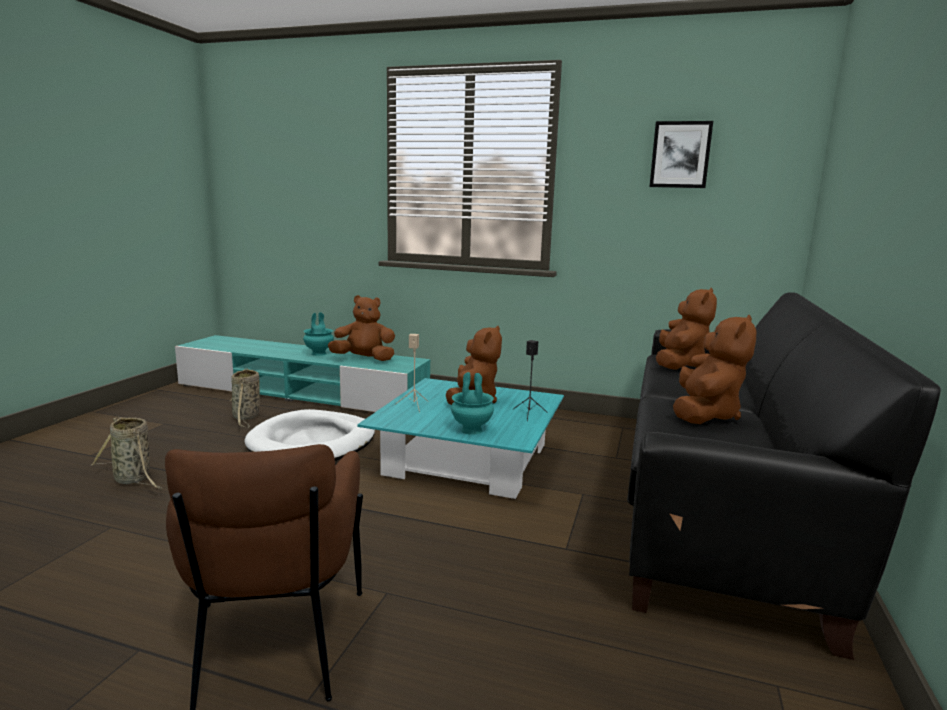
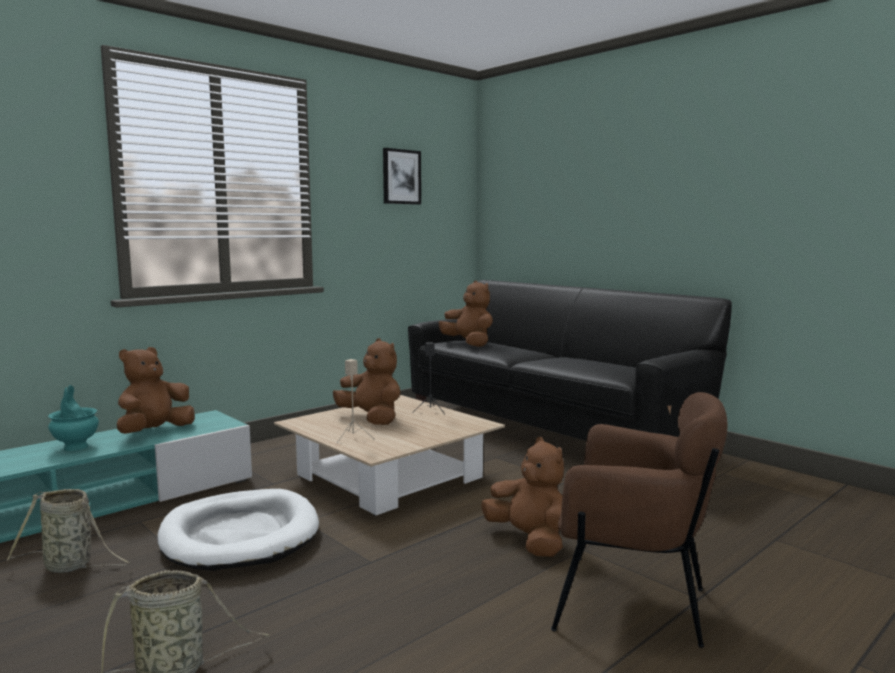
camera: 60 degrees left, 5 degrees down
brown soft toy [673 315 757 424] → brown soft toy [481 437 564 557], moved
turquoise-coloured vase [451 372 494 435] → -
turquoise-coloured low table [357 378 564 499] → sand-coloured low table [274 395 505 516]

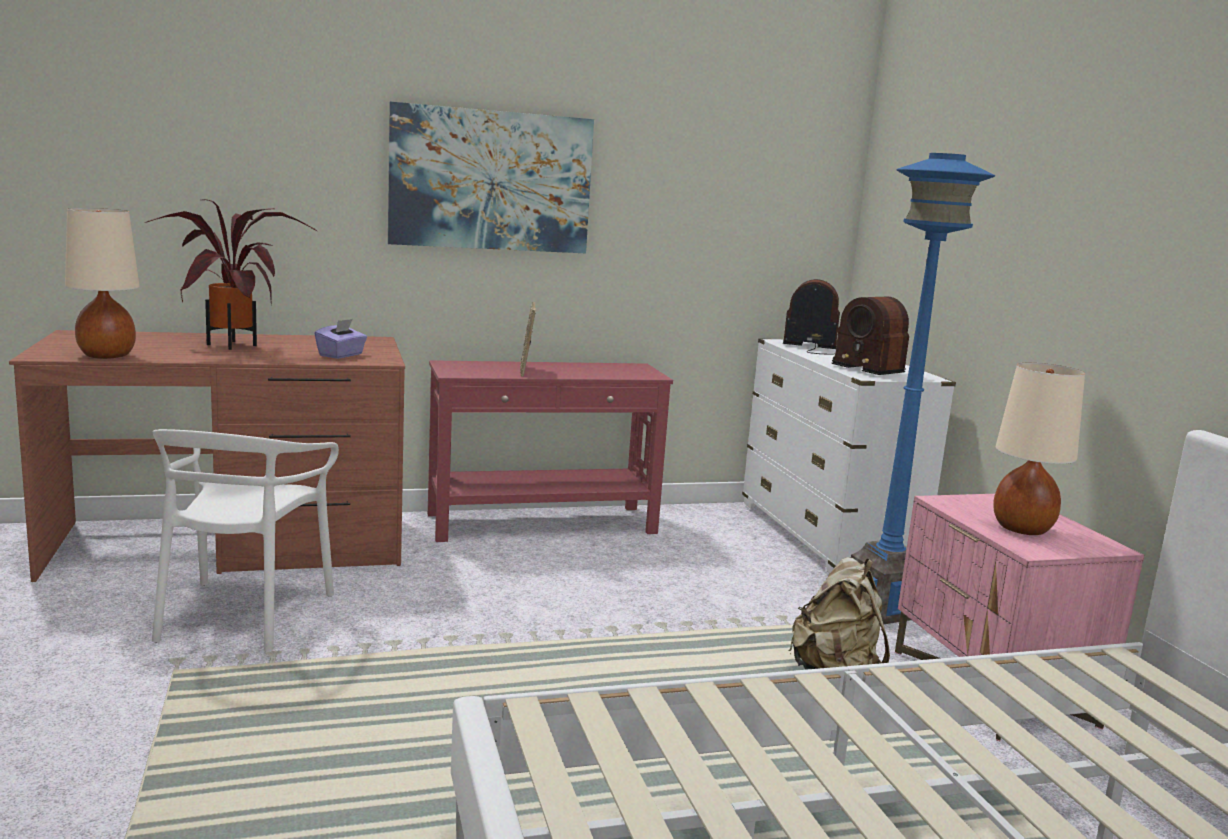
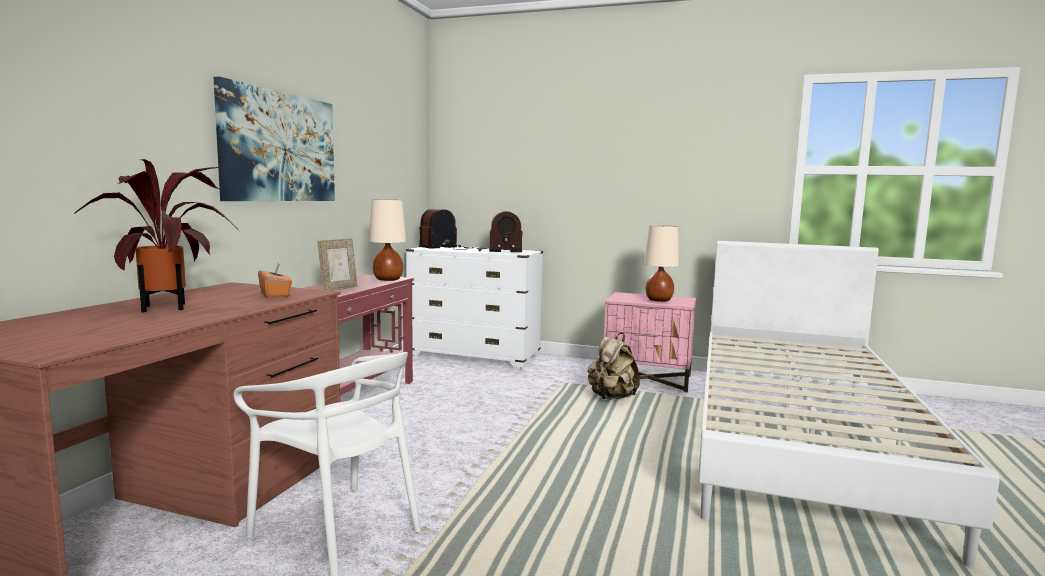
camera: 55 degrees left, 5 degrees down
blue-coloured floor lamp [851 153 995 624] → -
sand-coloured lamp for a table [65 208 140 359] → sand-coloured lamp for a table [369 199 406 281], moved
photo frame [520 302 536 377] → photo frame [317 239 358 291], 90 degrees counterclockwise
purplish tissue box [315 319 367 359] → orange-coloured tissue box [258 263 292 298]

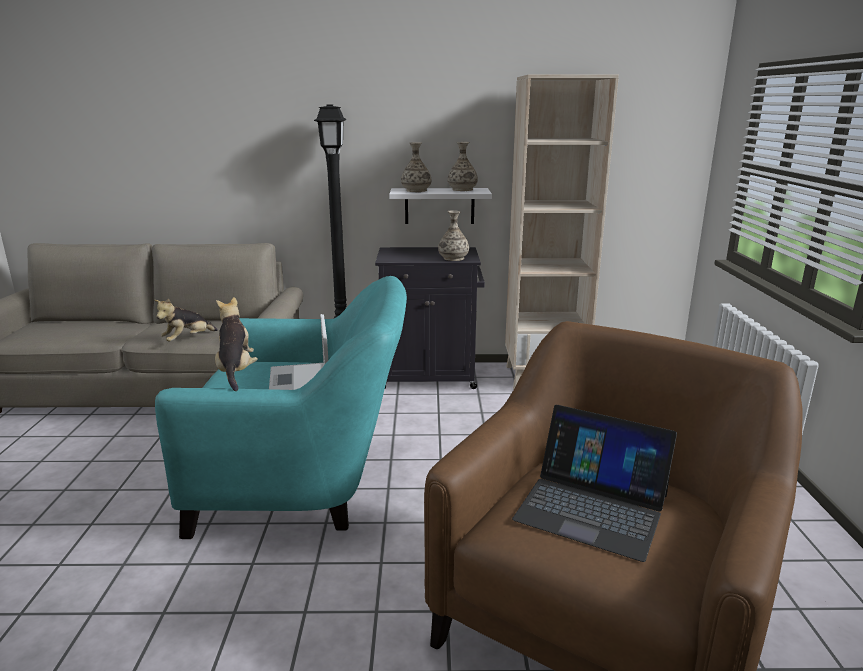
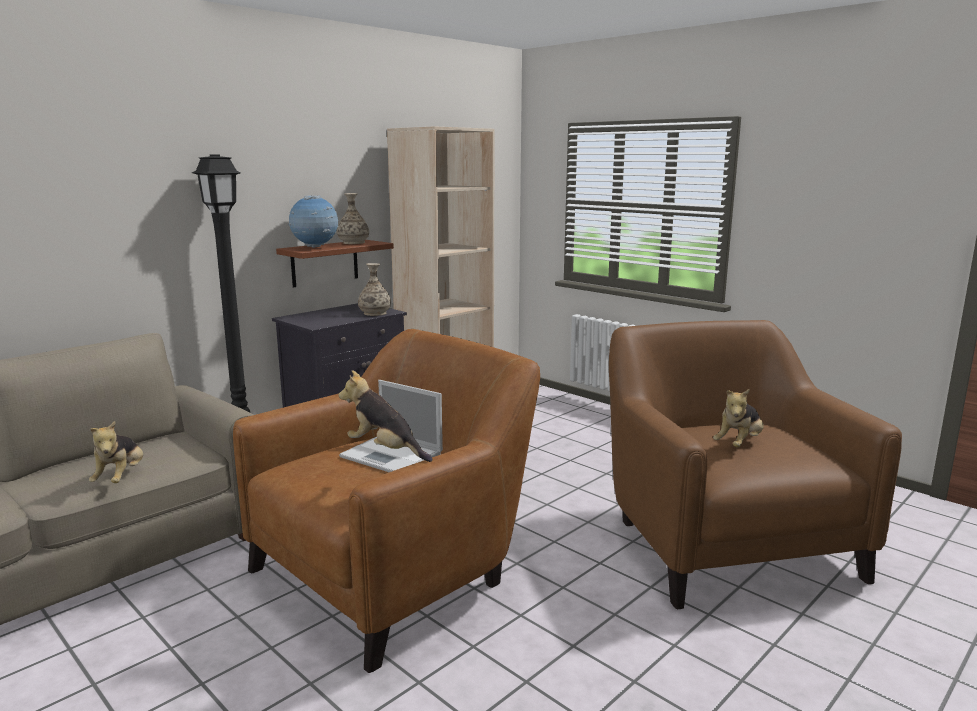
camera: 45 degrees left, 5 degrees down
vase [401 142 431 192] → world globe [288 195 338 248]
white-coloured wall shelf [389 188 492 224] → brown wall shelf [276 240 394 288]
turquoise-coloured easy chair [155 276 407 539] → brown easy chair [233 329 540 673]
laptop [512 405 677 562] → soft toy [713 389 764 447]

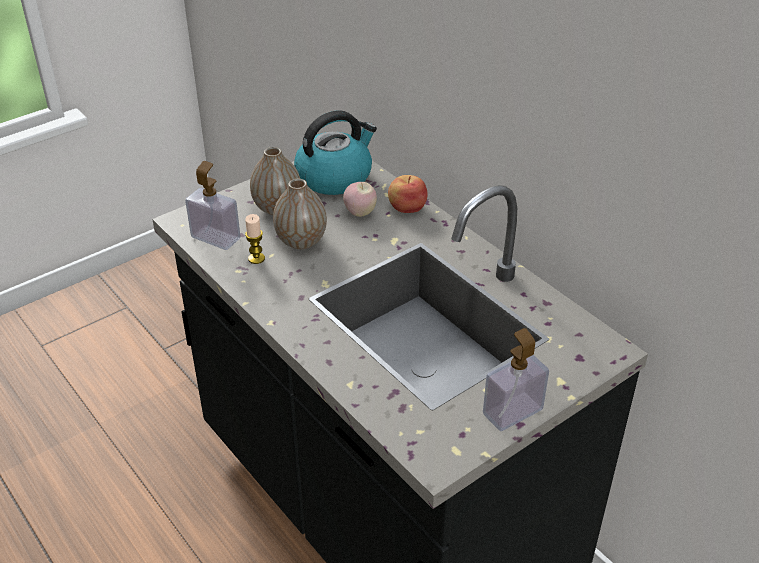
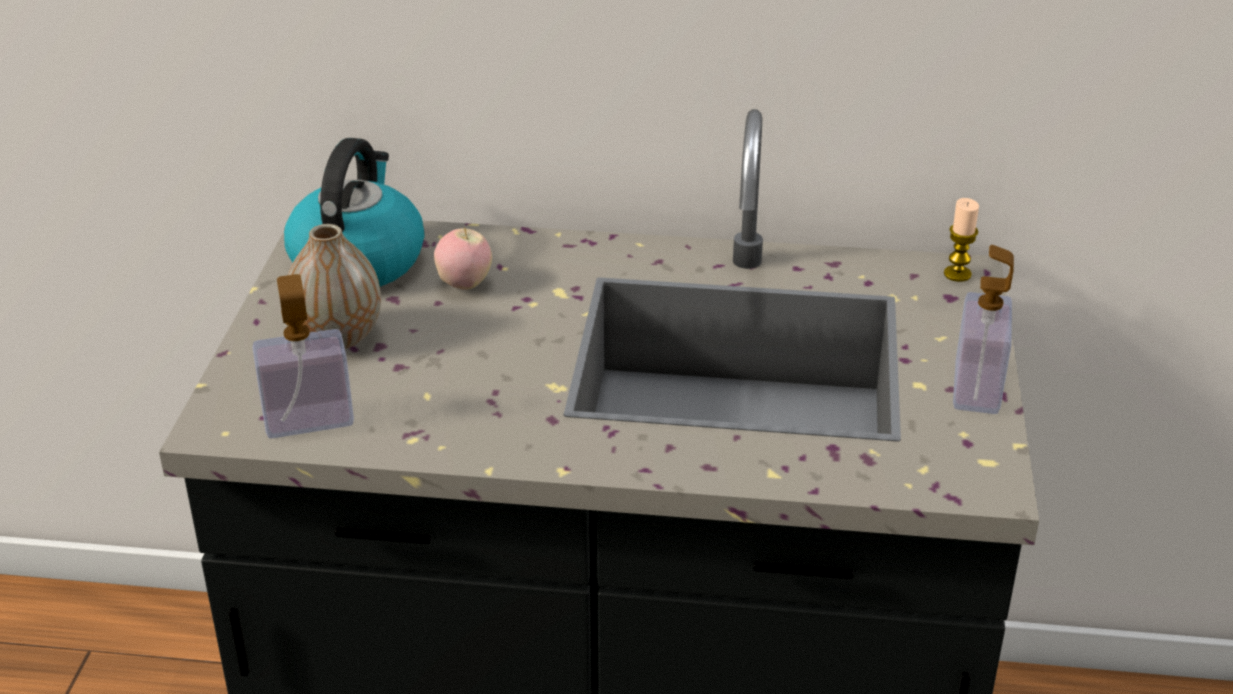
camera: 45 degrees left, 5 degrees down
apple [388 175 428 213] → -
vase [273 179 327 249] → -
wax candle [245 214 265 264] → wax candle [944 198 979 282], moved

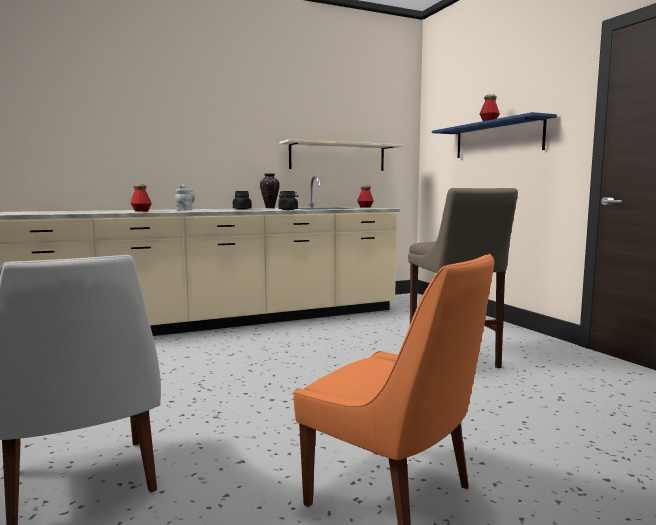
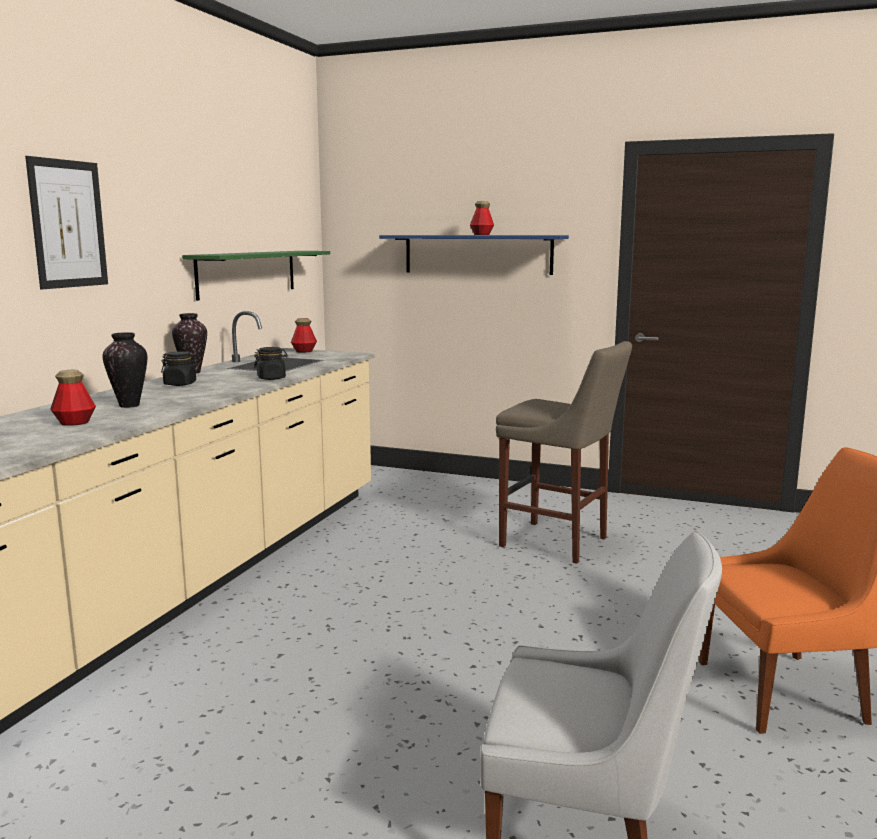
camera: 45 degrees left, 5 degrees up
sand-coloured wall shelf [279 139 404 171] → greenish wall shelf [182 251 330 301]
gray tea pot [175 184 195 211] → vase [103 332 147 408]
- → wall art [25 156 108 289]

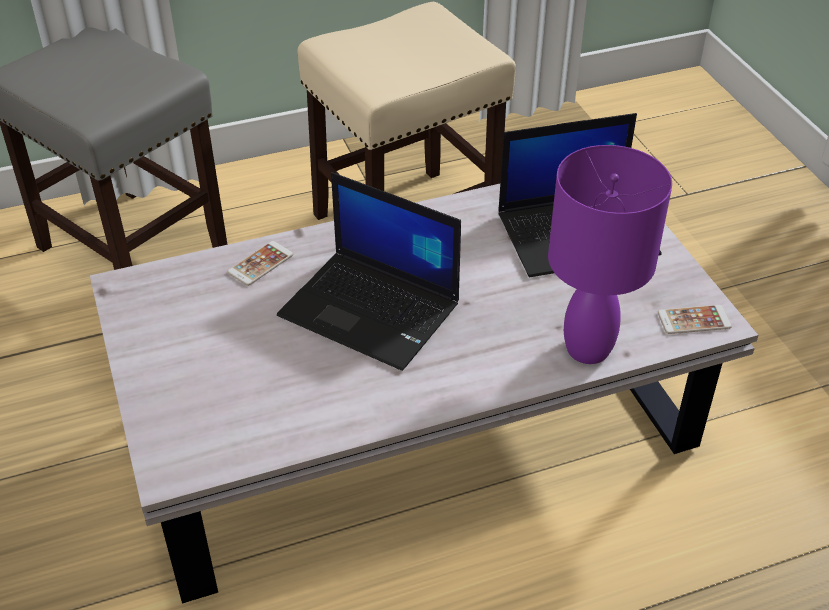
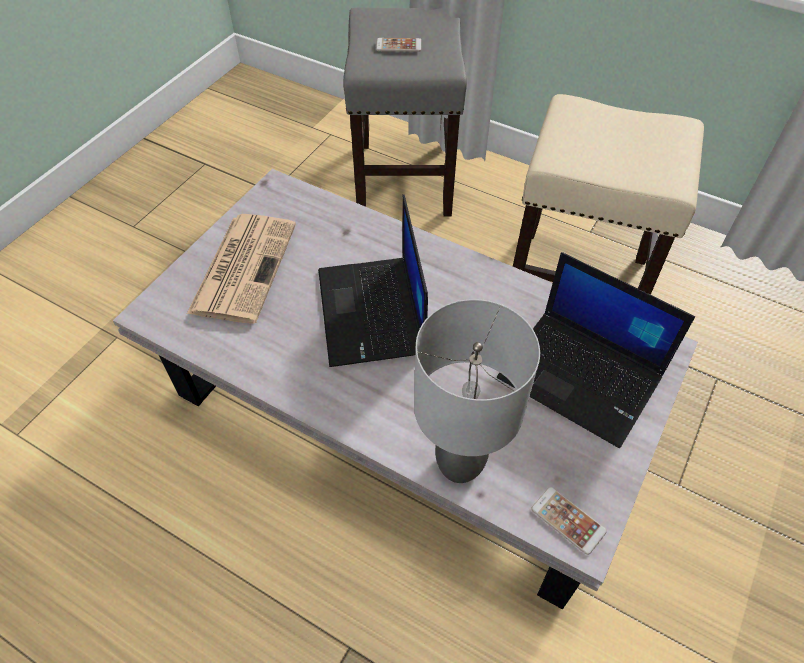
camera: 50 degrees right, 10 degrees up
purplish lamp for a table [548 145 672 364] → gray lamp for a table [414 299 540 483]
telephone [227 241 293 286] → telephone [376 38 421 52], moved
- → newspaper [187 214 296 324]

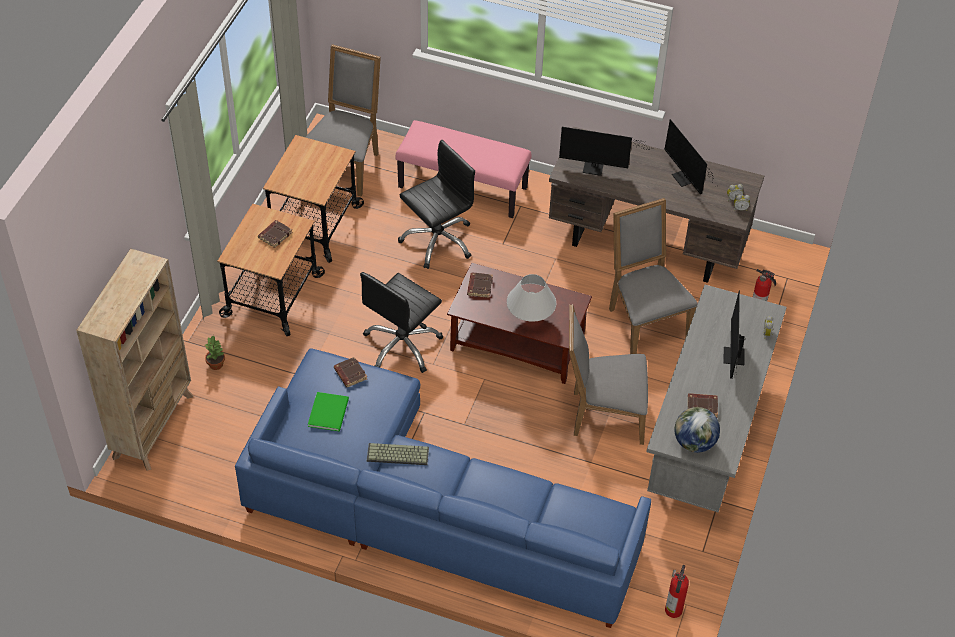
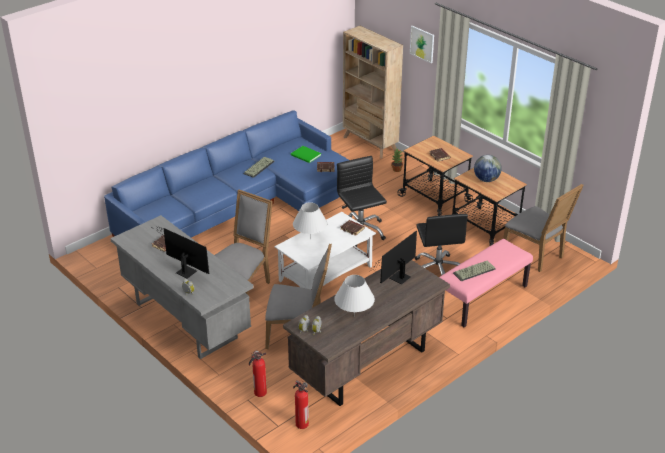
camera: 120 degrees right, 15 degrees down
computer screen [664 119 717 194] → white-coloured lamp for a table [334 275 375 316]
brown low table [447 263 592 384] → white-coloured low table [274 212 376 290]
world globe [675 407 720 453] → world globe [474 155 502 182], moved
fire extinguisher [665 565 689 618] → fire extinguisher [293 380 309 429], moved
- → wall art [410 26 434 63]
- → keyboard [453 260 496 281]

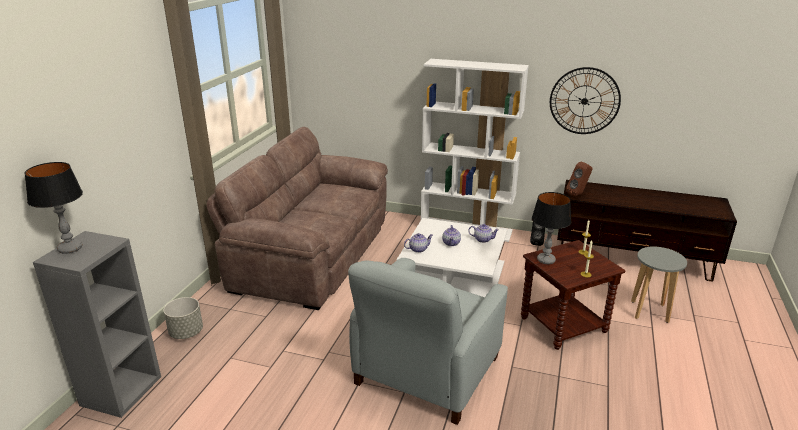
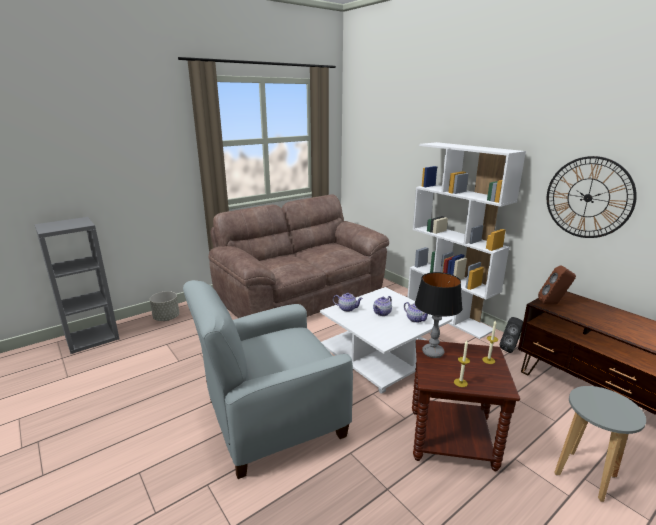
camera: 35 degrees right, 5 degrees down
lamp for a table [24 162 83 254] → -

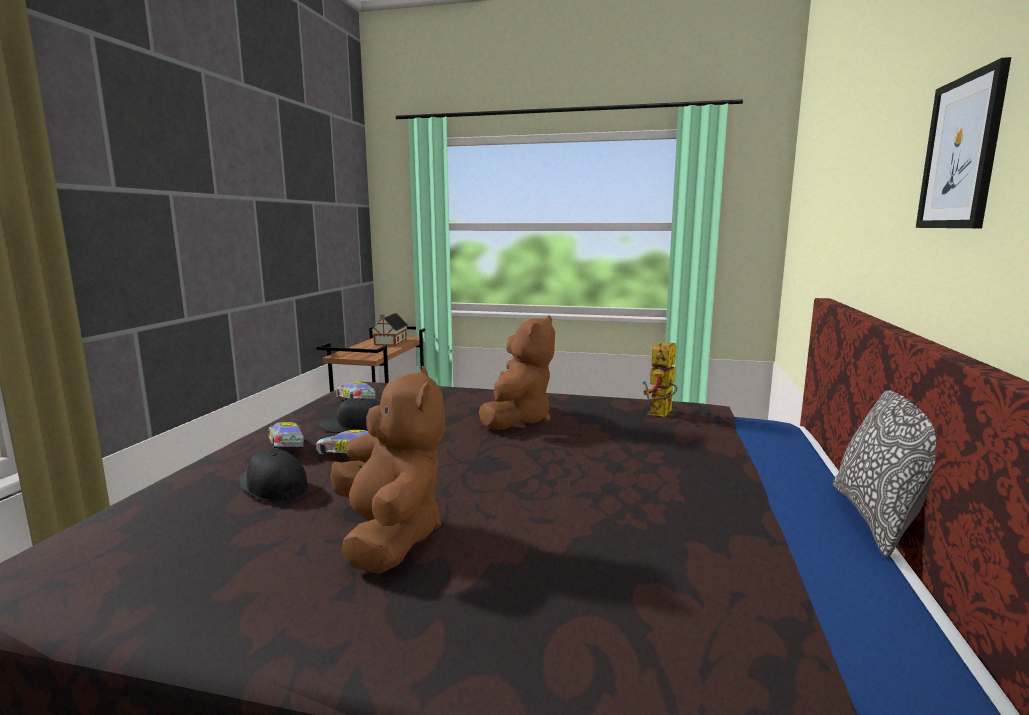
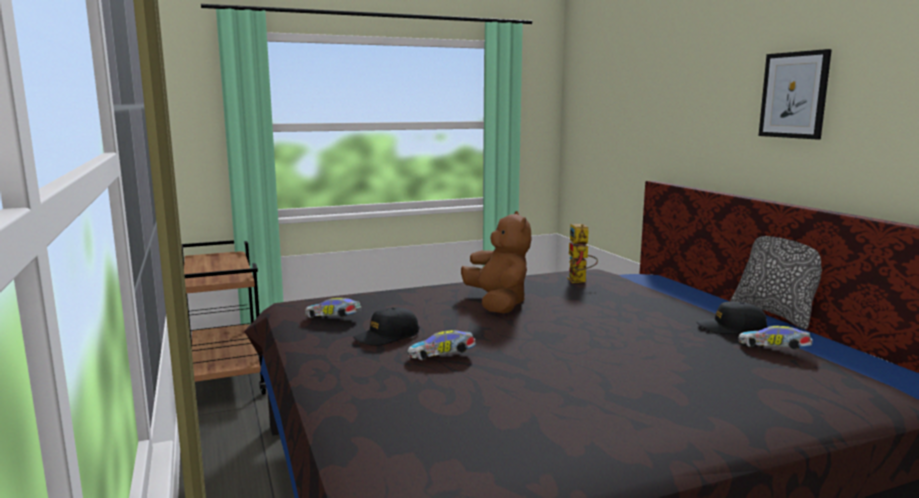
camera: 35 degrees left, 0 degrees up
model house [371 313 408 346] → -
brown soft toy [331 366 445 574] → -
miniature car [268 422 304 448] → miniature car [738 326 812 350], moved
black baseball cap [239 449 308 502] → black baseball cap [697 302 768 334], moved

